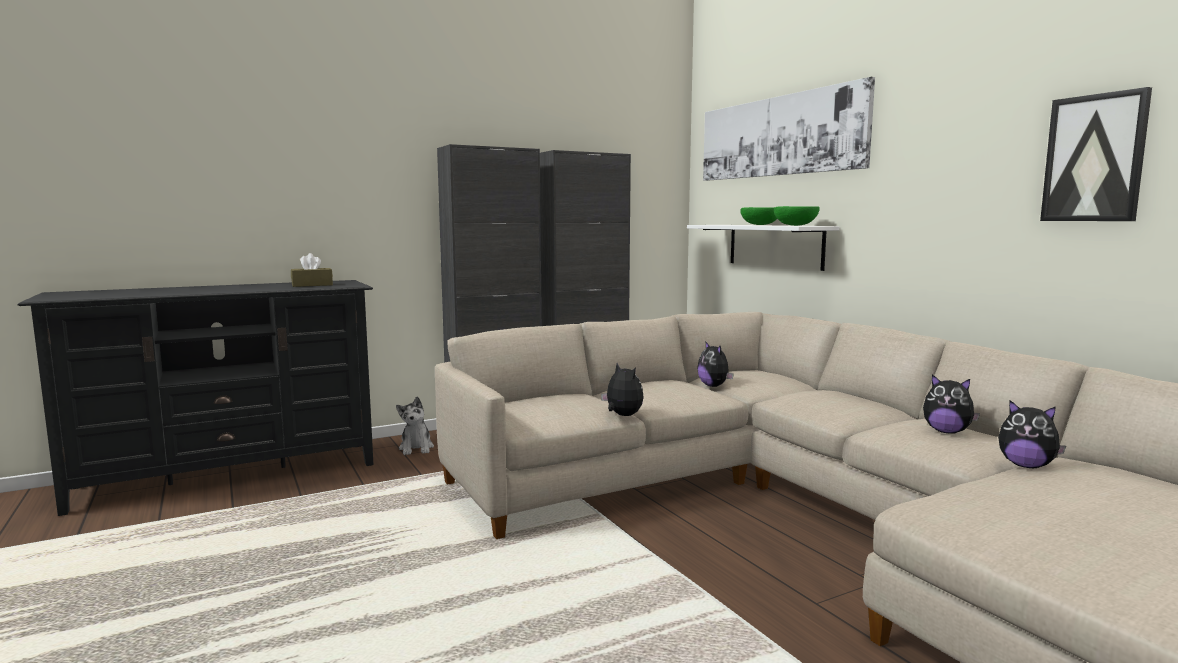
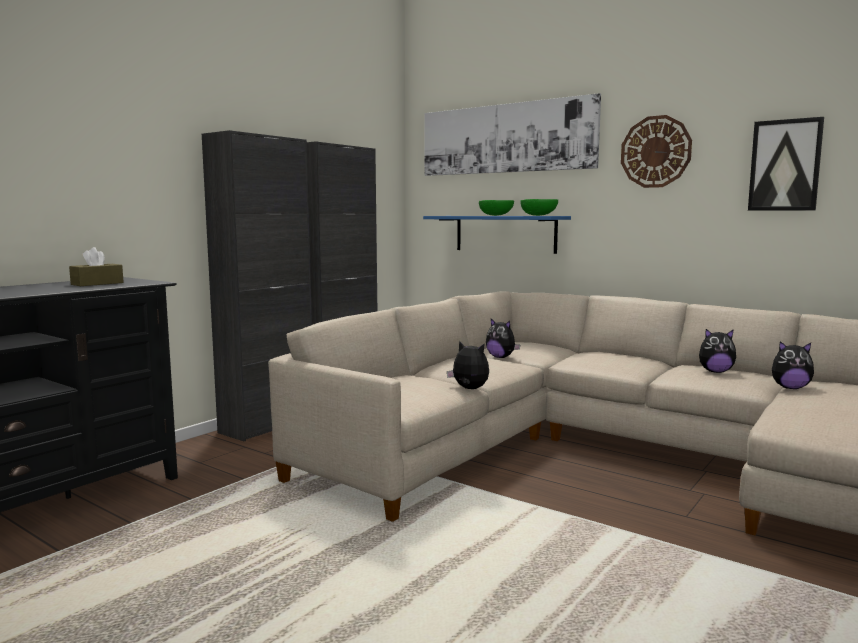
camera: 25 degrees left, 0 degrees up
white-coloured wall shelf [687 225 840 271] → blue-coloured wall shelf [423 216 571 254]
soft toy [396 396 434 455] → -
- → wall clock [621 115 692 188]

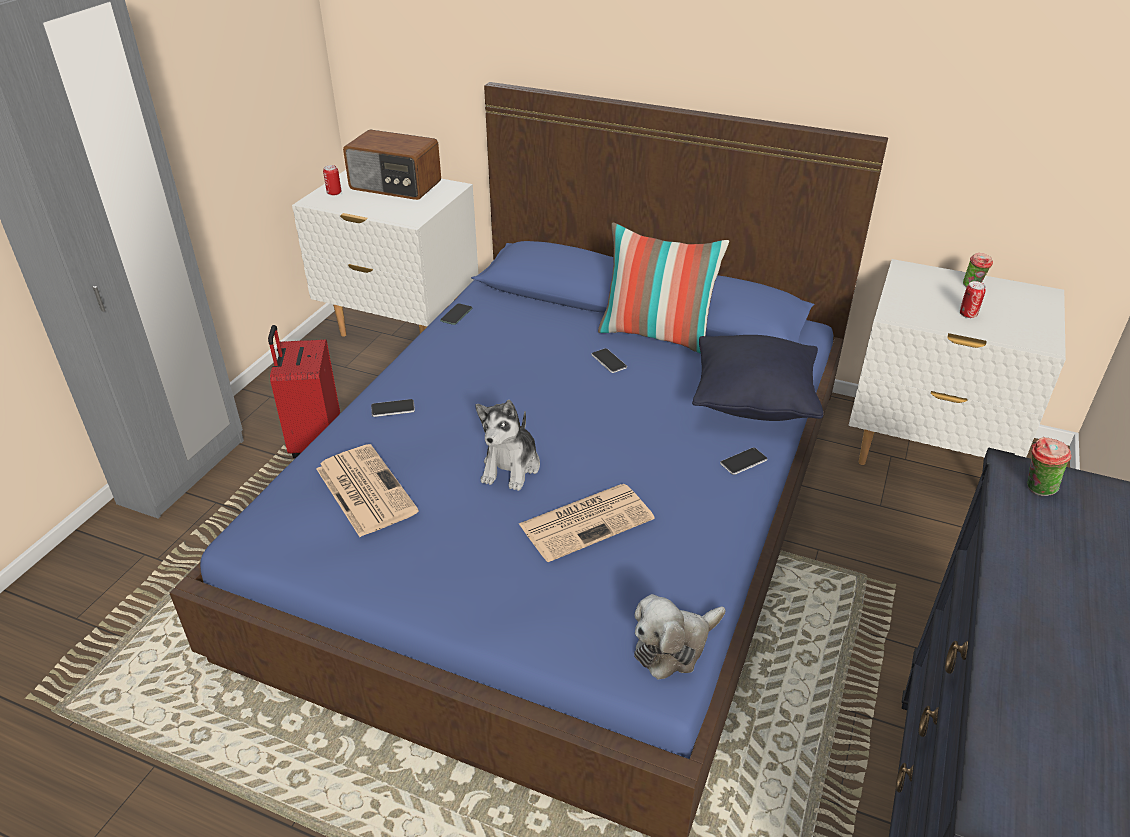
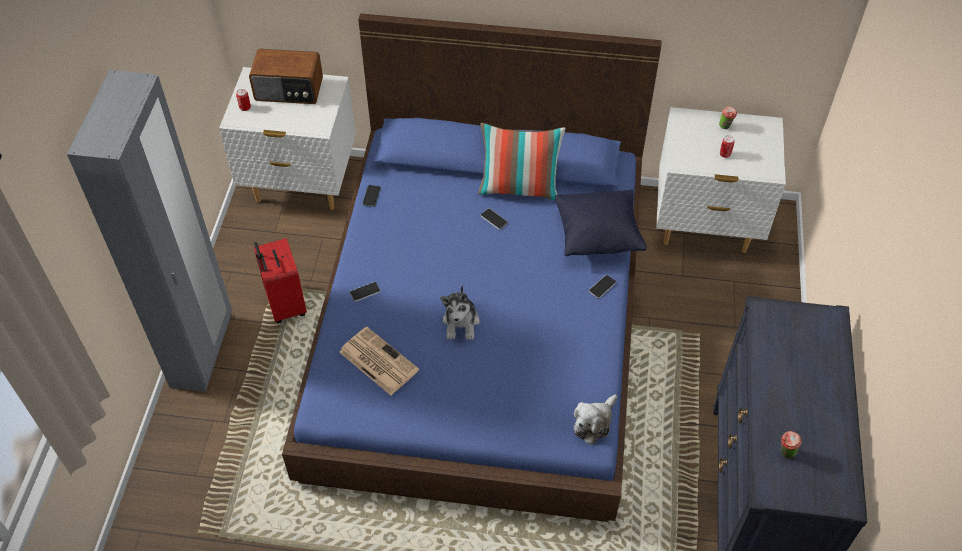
camera: 15 degrees left, 15 degrees up
small cup [1027 437 1071 496] → small cup [781 431 802 458], moved
newspaper [519 484 655 562] → -

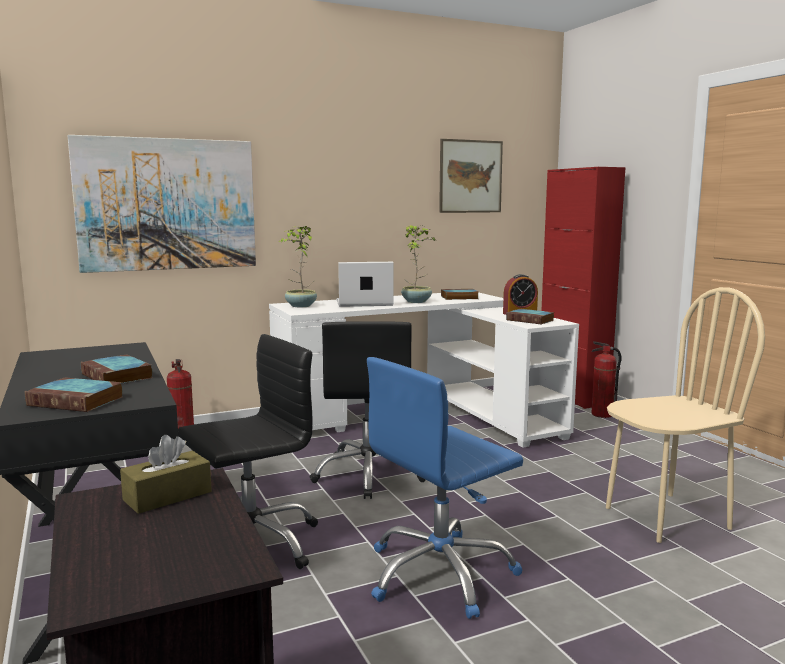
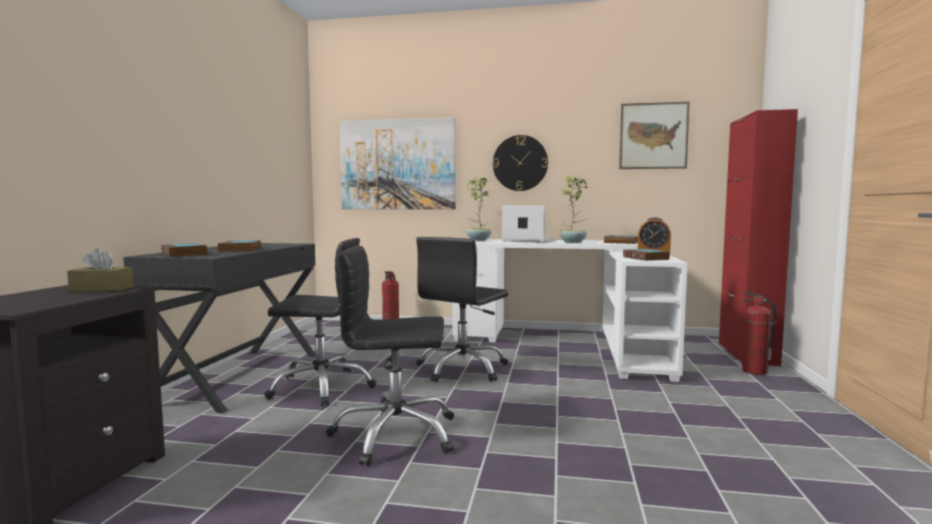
camera: 35 degrees right, 5 degrees down
sand-coloured plain chair [606 287 765 543] → -
blue-coloured office chair [367 357 523 619] → black office chair [326 246 454 466]
- → wall clock [493 135 548 191]

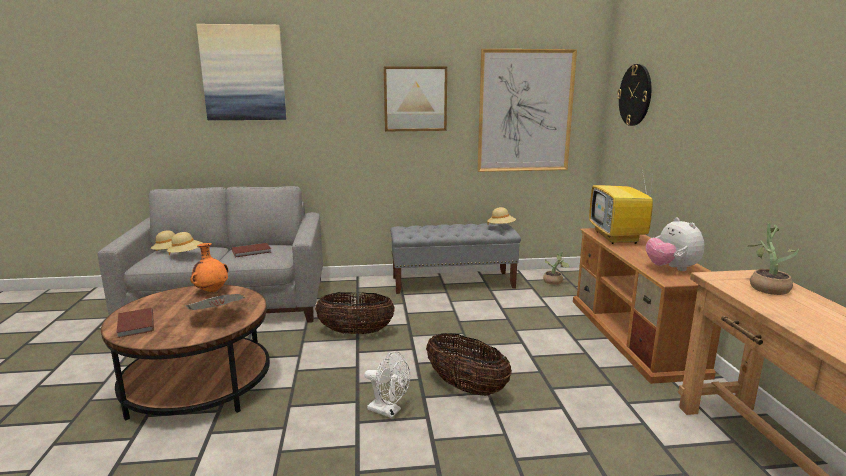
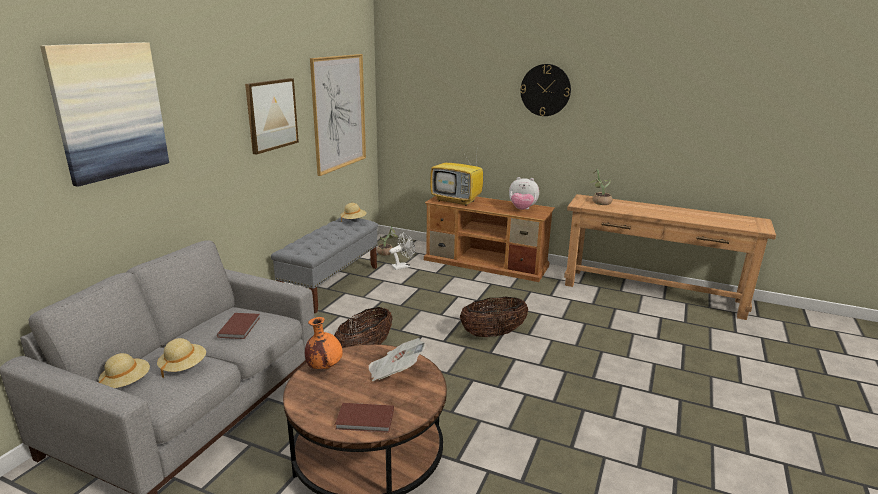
camera: 60 degrees left, 5 degrees up
wall clock [617 64 652 126] → wall clock [520 64 571 116], moved
white-coloured fan [364 351 410 418] → white-coloured fan [389 232 415 270], moved

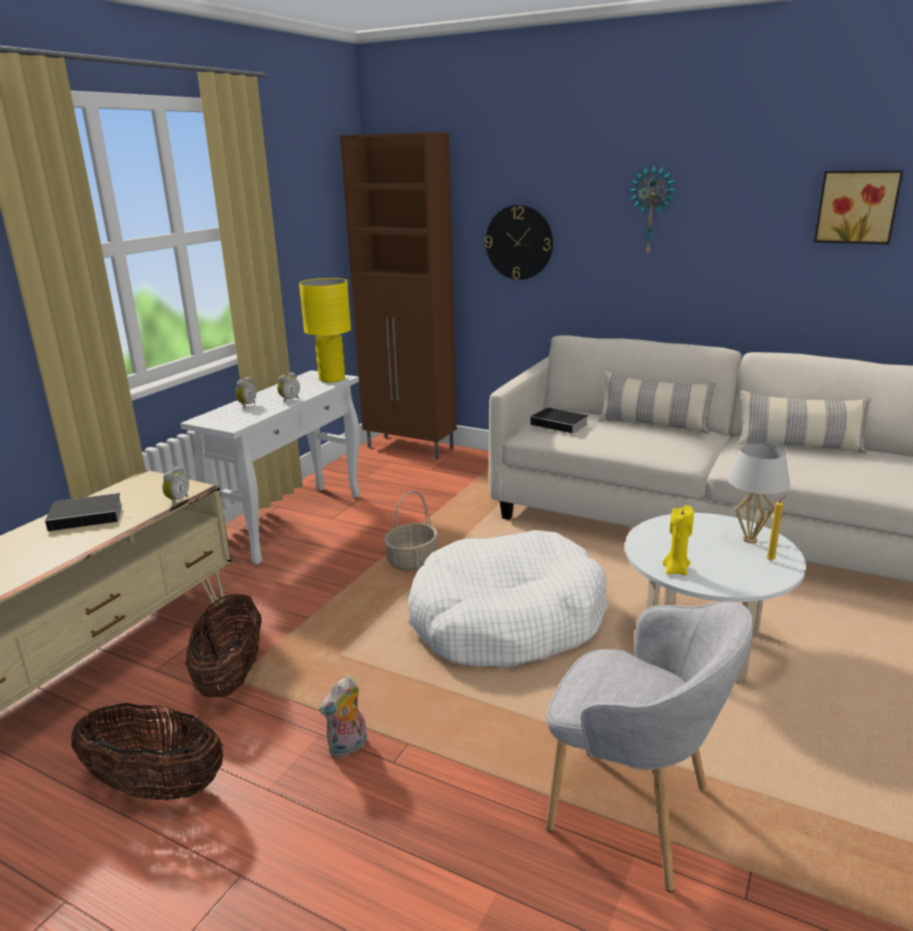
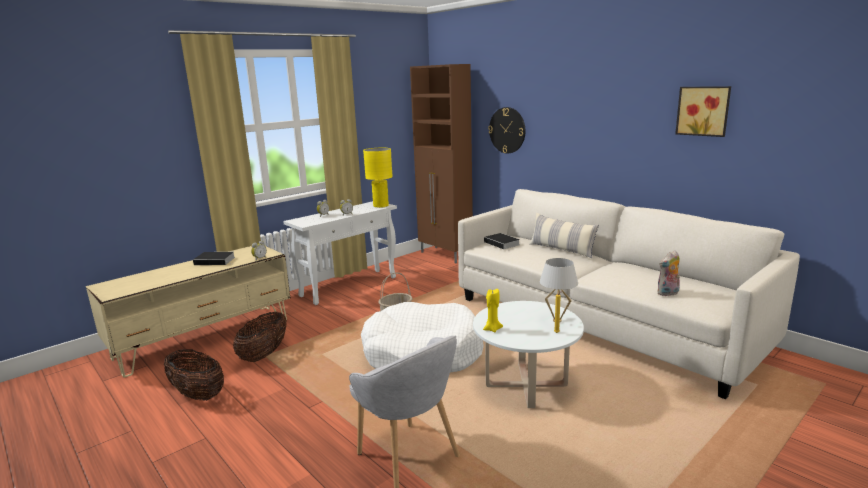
camera: 20 degrees right, 5 degrees down
wall clock [628 164 677 254] → -
throw pillow [737 390 871 454] → -
soft toy [319 676 367 758] → soft toy [657 250 680 296], moved

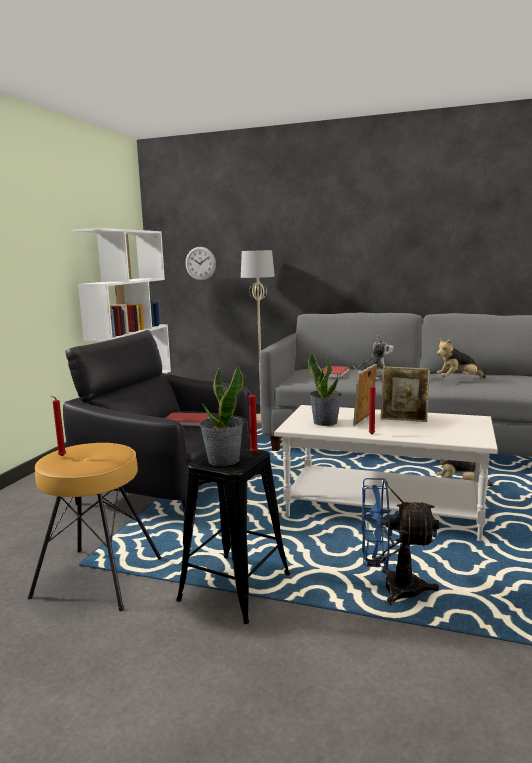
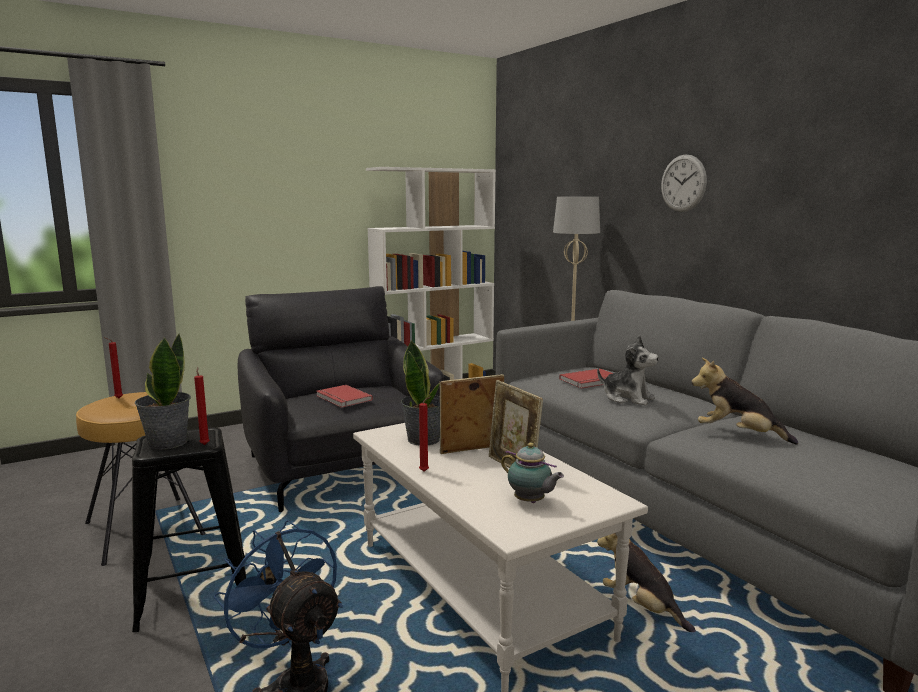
camera: 40 degrees right, 0 degrees up
wall clock [185 247 216 281] → wall clock [661 154 707 212], moved
- → tea pot [501 443 564 503]

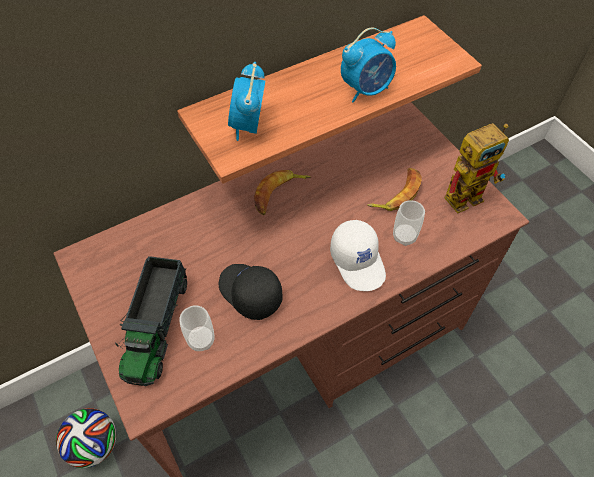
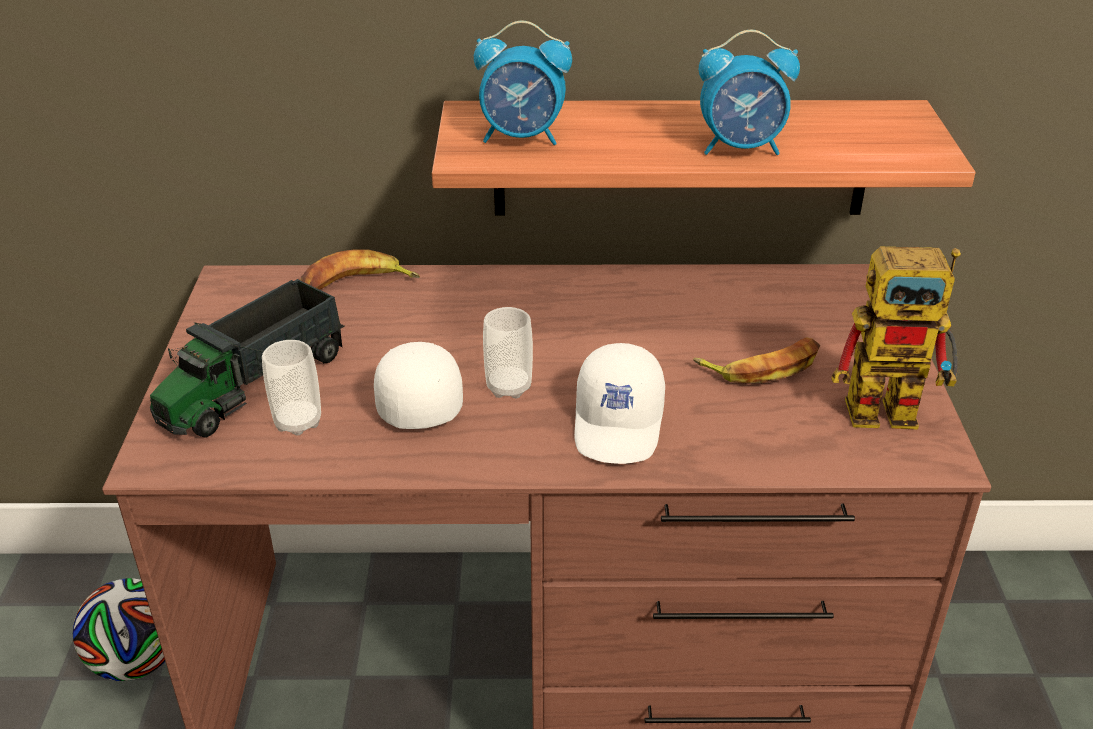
camera: 30 degrees right, 20 degrees down
bedside clock [228 62 265 141] → bedside clock [474 21 572 145], 120 degrees counterclockwise
banana [254 170 311 215] → banana [301 249 420 290], moved
small cup [393 200 425 246] → small cup [483 307 533 399], moved
black baseball cap [219 264 283 320] → white-coloured baseball cap [374 342 463 429]

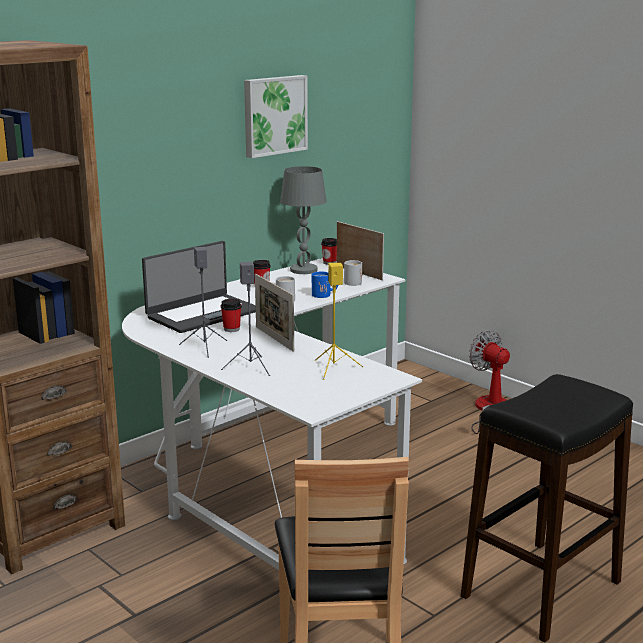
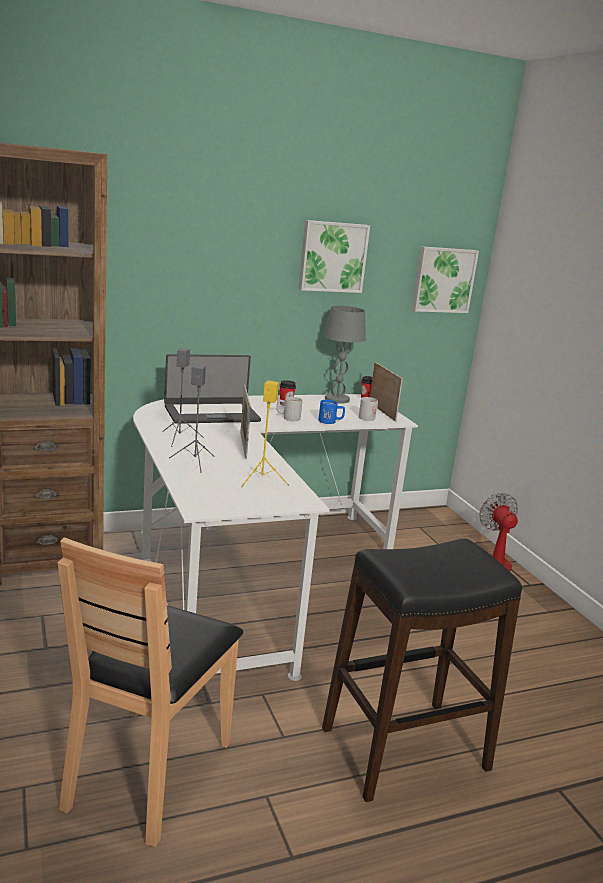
camera: 20 degrees right, 0 degrees up
small cup [221 299 242 332] → -
- → wall art [411 246 479 313]

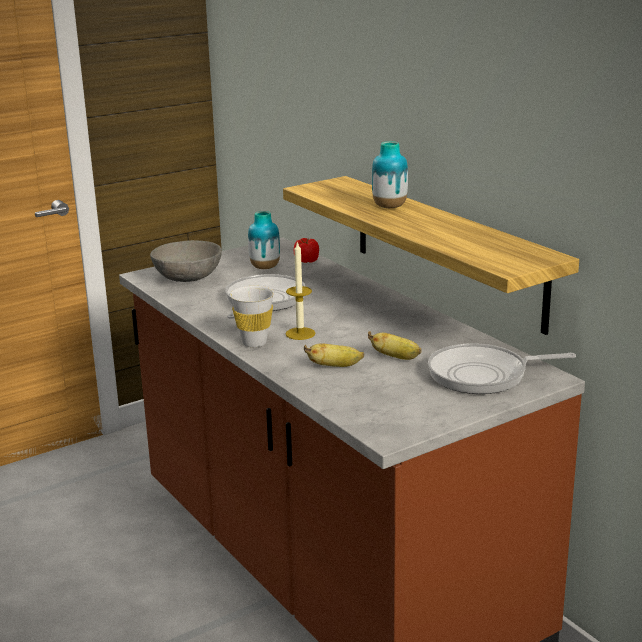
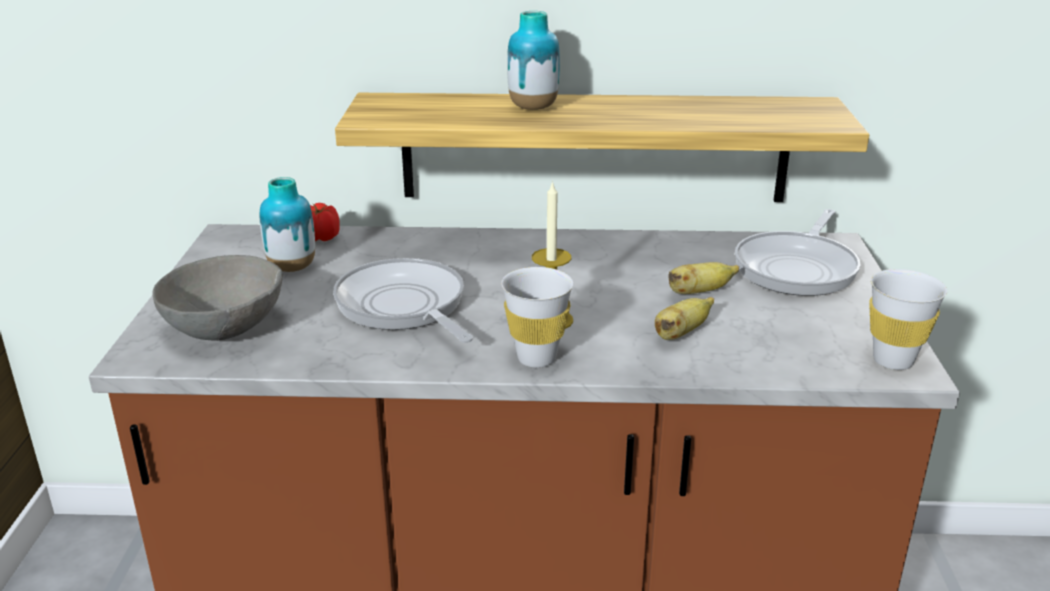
camera: 55 degrees left, 5 degrees up
- → white-coloured small cup [869 269 947 370]

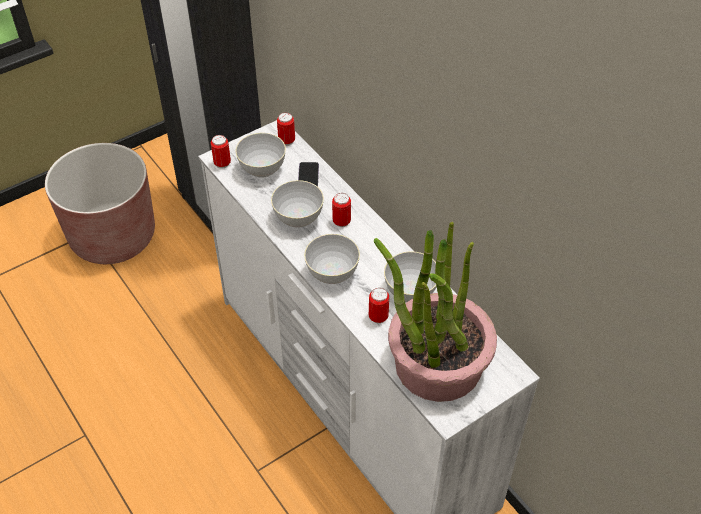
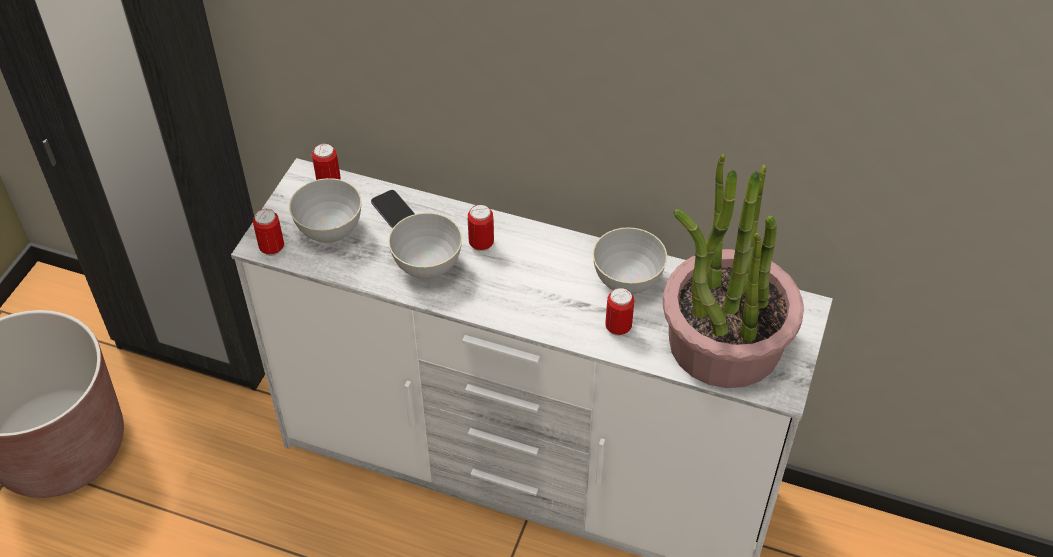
camera: 35 degrees left, 0 degrees up
gray deep dish [304 234 360 284] → -

